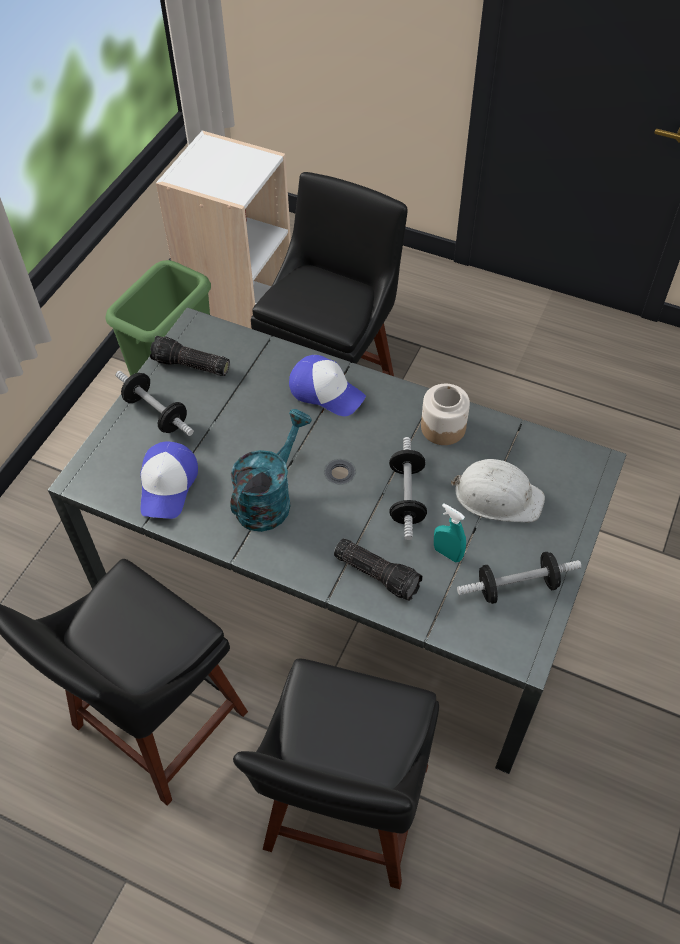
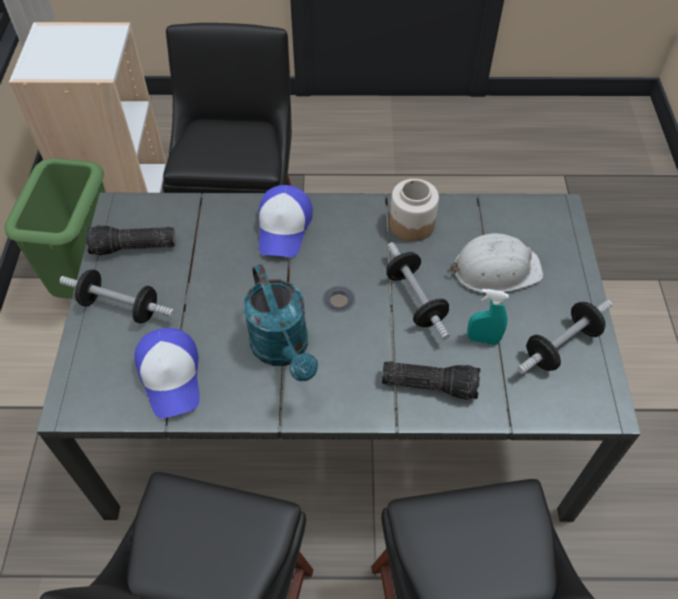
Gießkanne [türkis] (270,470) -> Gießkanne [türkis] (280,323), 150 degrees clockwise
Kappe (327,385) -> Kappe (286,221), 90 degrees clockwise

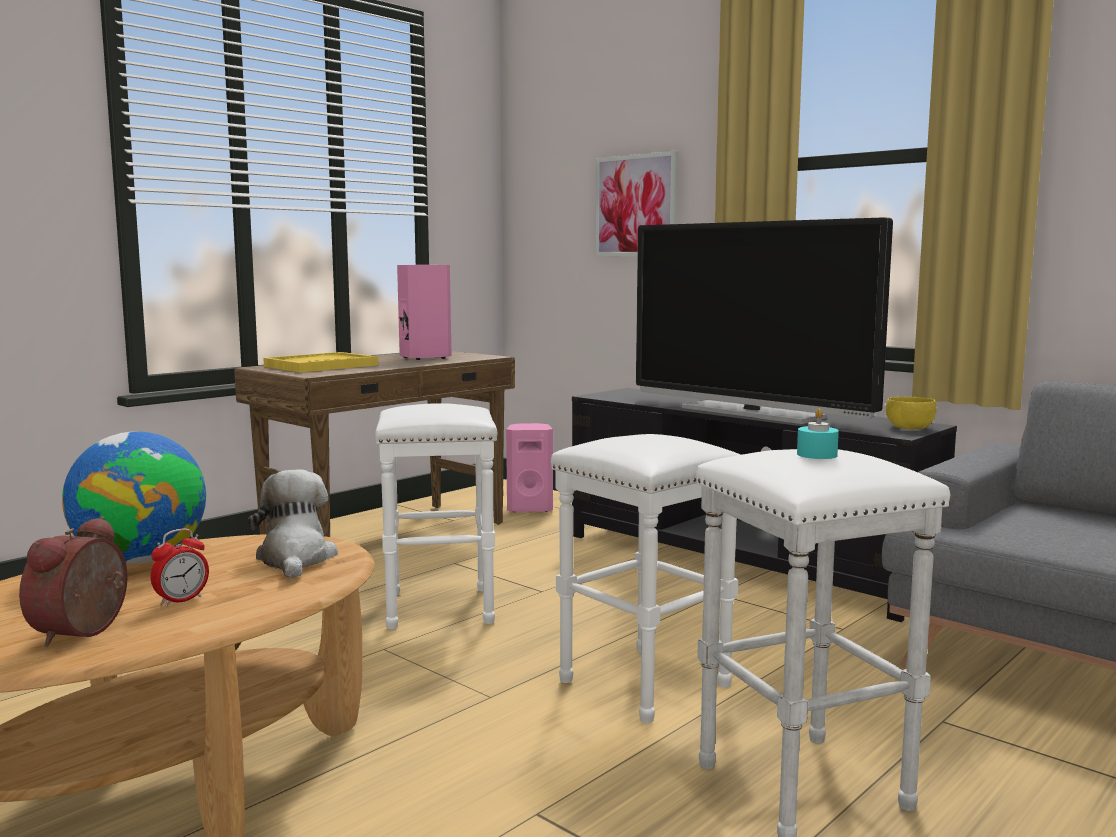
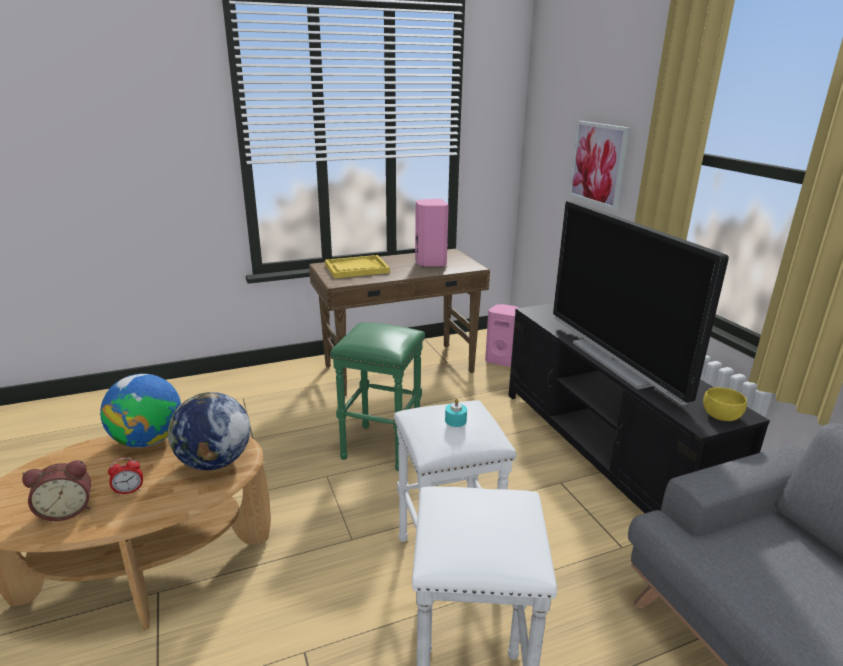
Wecker (73,582) -> Wecker (56,490), 150 degrees counterclockwise
Plüschtier (293,524) -> Globus (209,431)
Hocker [weiß] (436,516) -> Hocker [grün] (377,397)
Kerze [türkis] (818,433) -> Kerze [türkis] (456,412), shifted

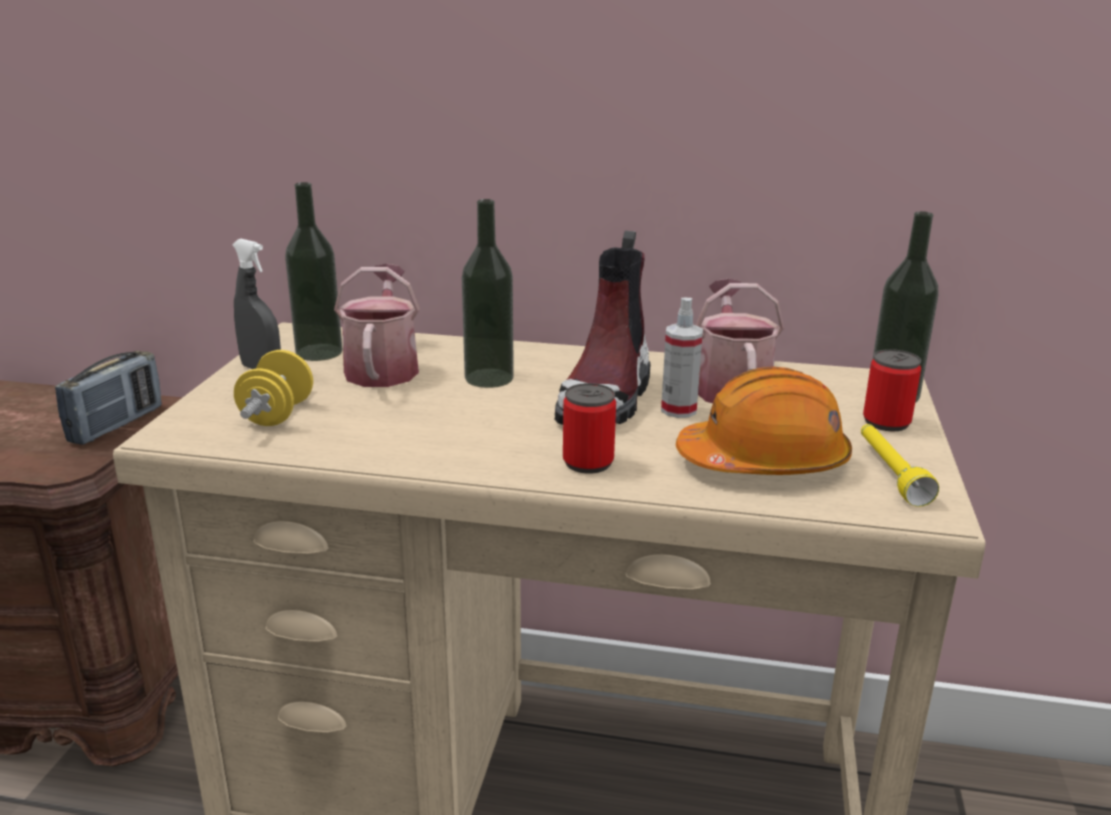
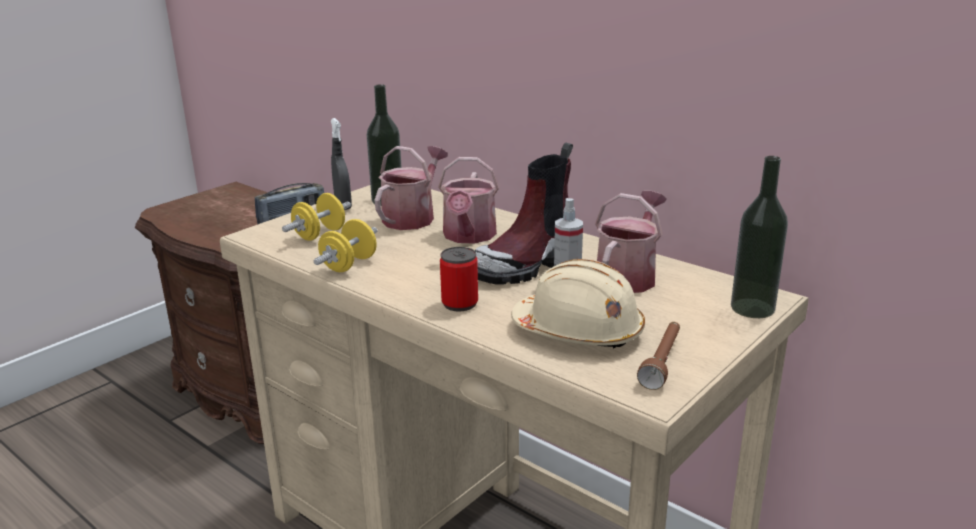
none -> Hantel [gelb] (346,245)
Flasche (488,293) -> Gießkanne (468,200)
Schutzhelm [orange] (764,421) -> Schutzhelm [beige] (578,303)
Taschenlampe [gelb] (900,465) -> Taschenlampe [braun] (658,356)
Dose (892,390) -> none

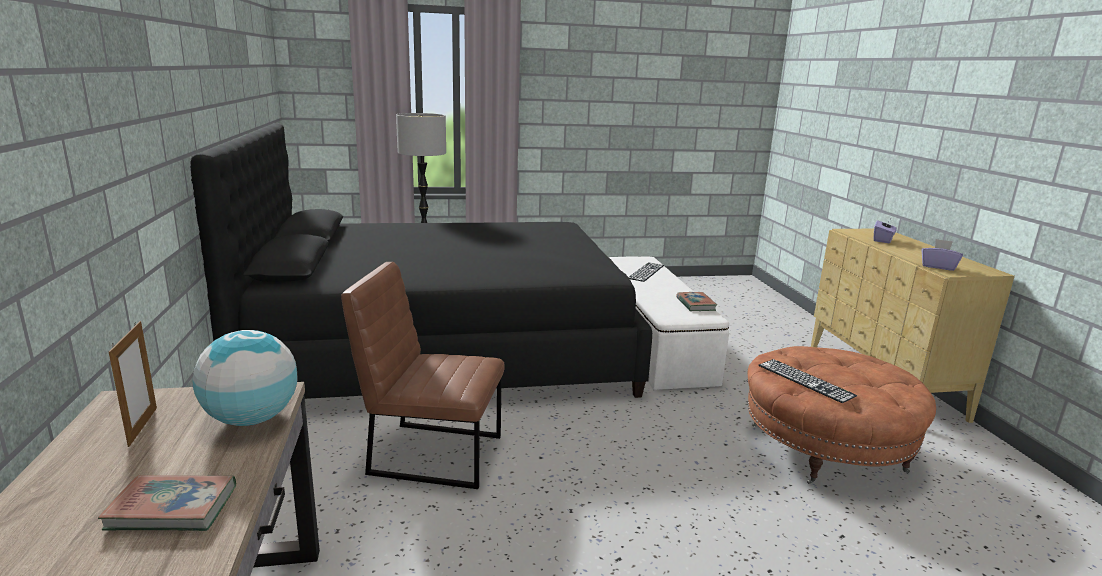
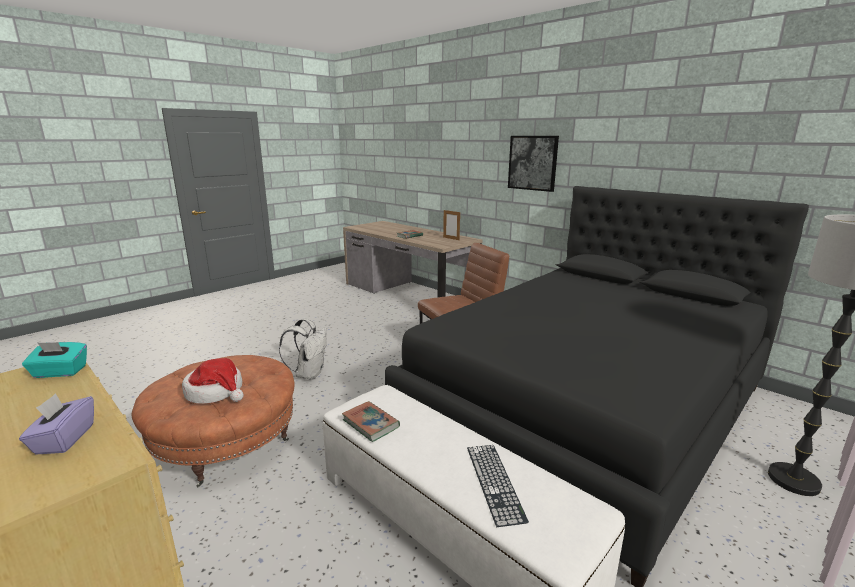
Taschentuchbox [lila] (942,255) -> Taschentuchbox [türkis] (54,360)
none -> Hut (213,381)
none -> Rucksack [weiß] (303,349)
none -> Bild (533,164)
Globus (245,378) -> none
Tastatur (807,381) -> none

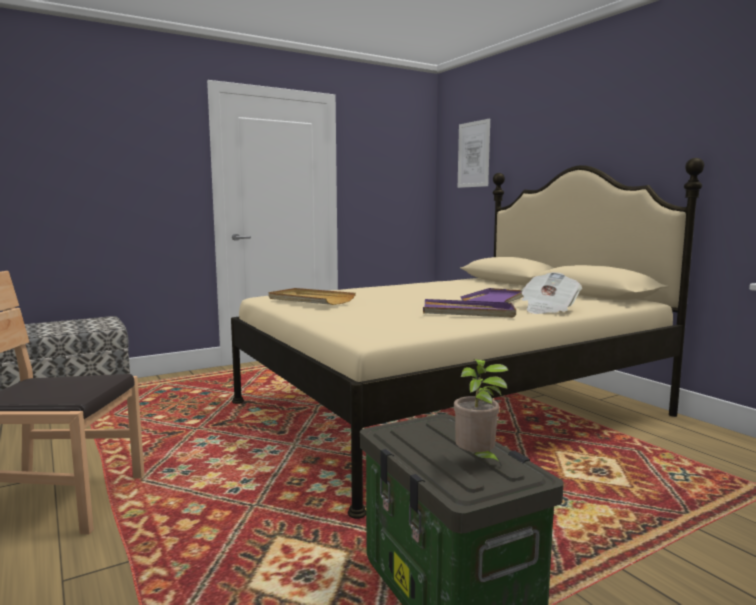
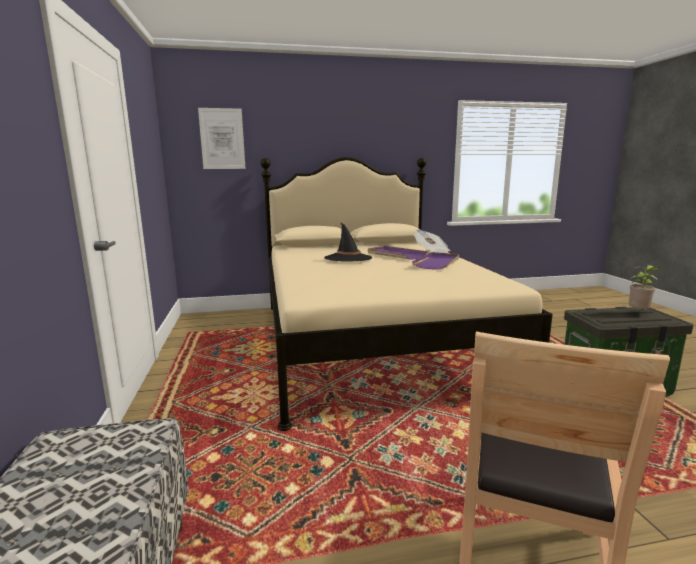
none -> Hut [schwarz] (348,242)
Tablett [beige] (312,296) -> none

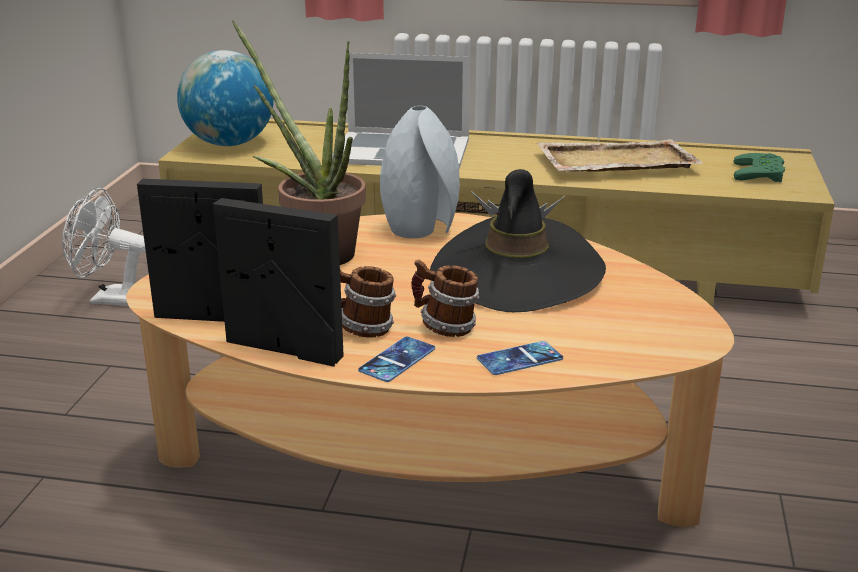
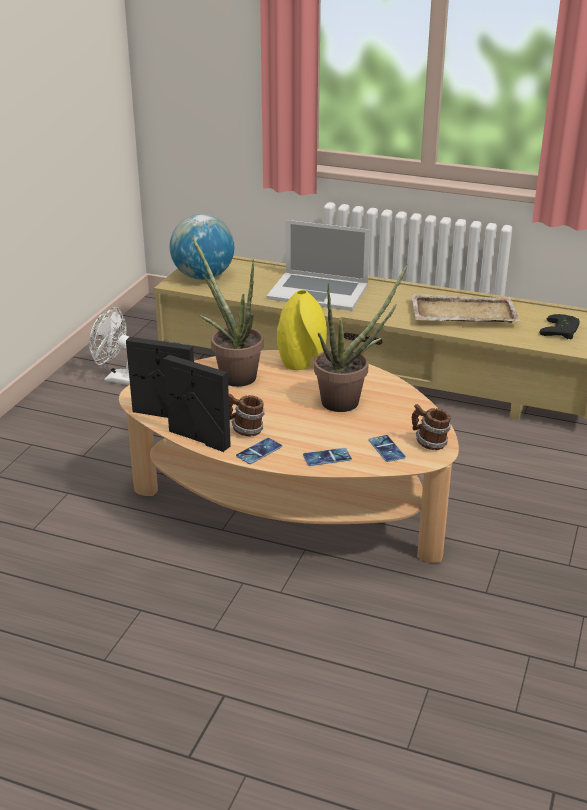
Vase [grau] (420,172) -> Vase [gelb] (302,330)
Hut [schwarz] (518,240) -> Topfpflanze (361,338)
none -> Handy (387,448)
Henkelbecher (445,298) -> Henkelbecher (431,427), shifted
Gamepad [grün] (759,167) -> Gamepad [schwarz] (559,327)

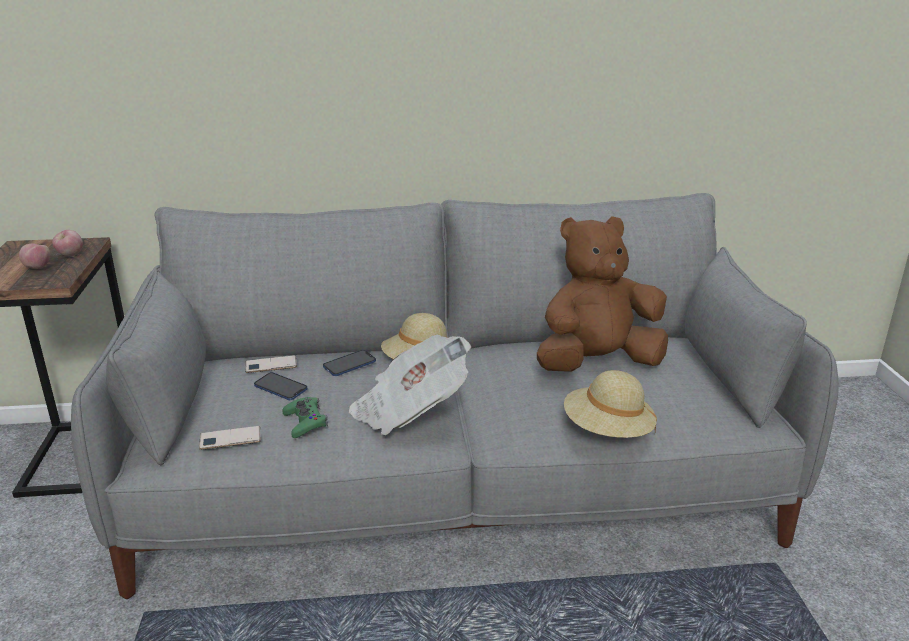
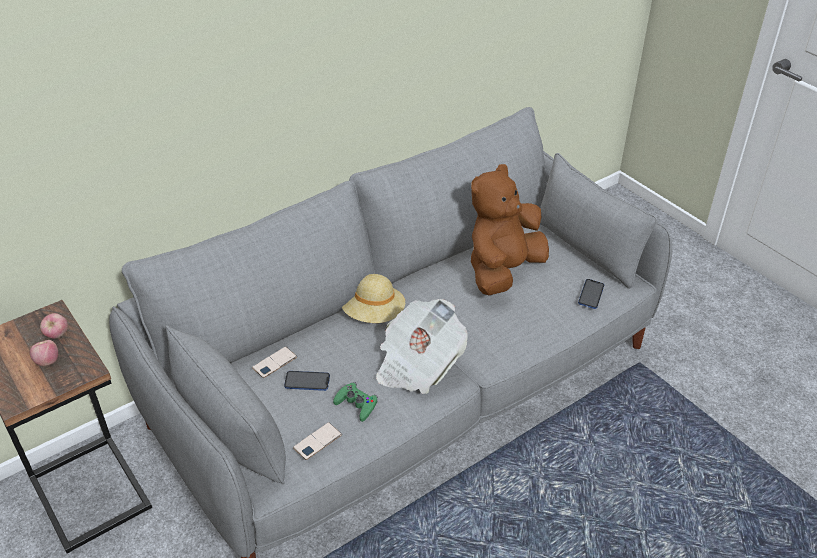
Handy (349,363) -> Handy (591,294), shifted
Hut [beige] (610,404) -> none

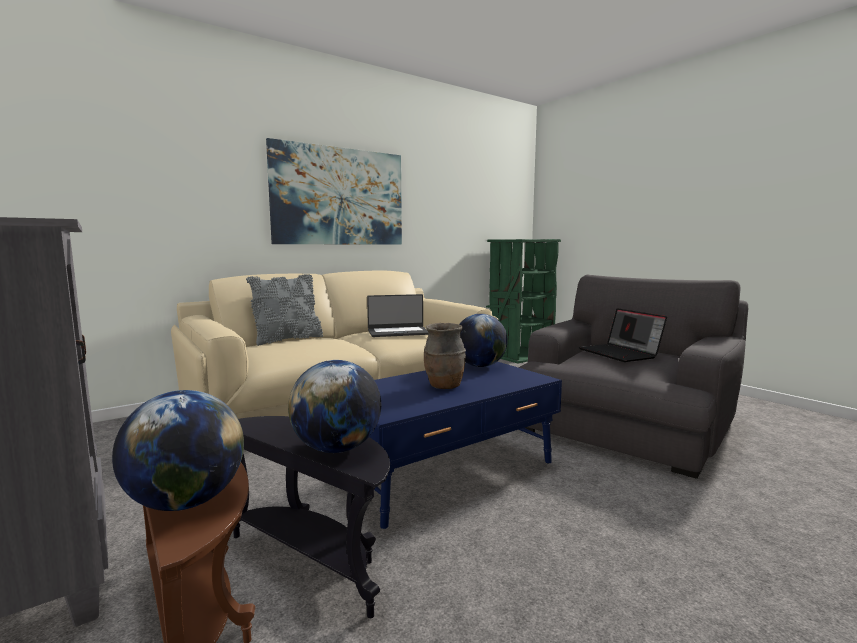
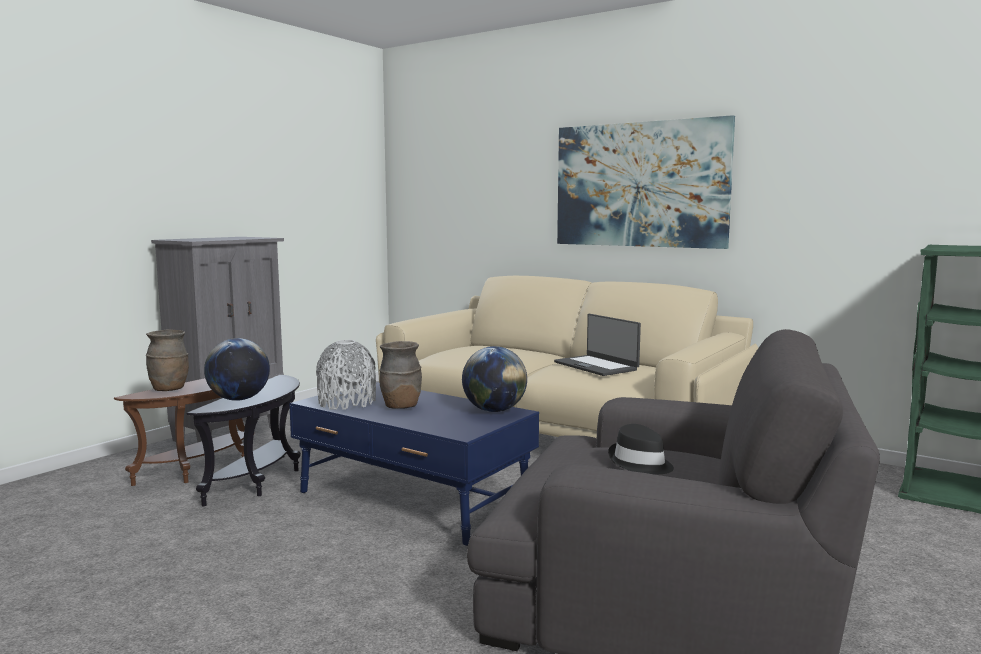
Globus (178,450) -> Vase [braun] (167,360)
none -> Vase [grau] (346,375)
Laptop (623,335) -> Hut [schwarz] (641,449)
Kissen [grau] (284,310) -> none

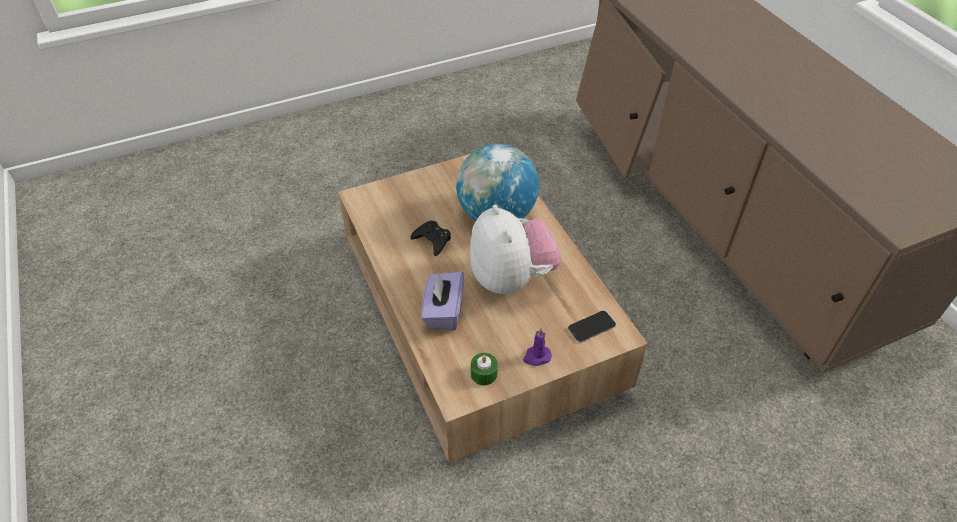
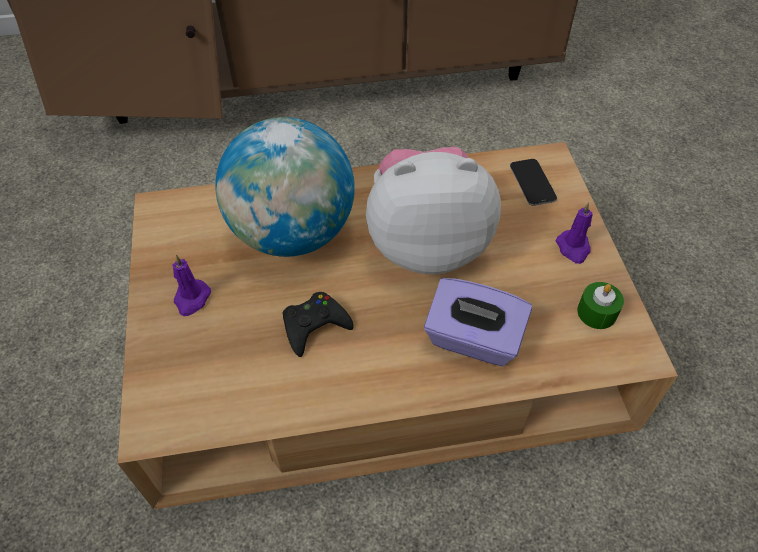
none -> Kerze [lila] (191,285)

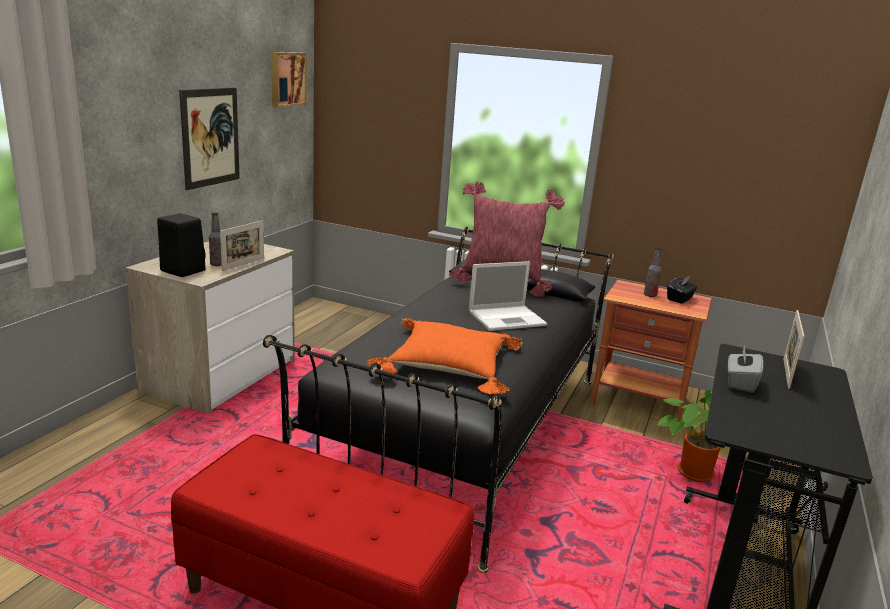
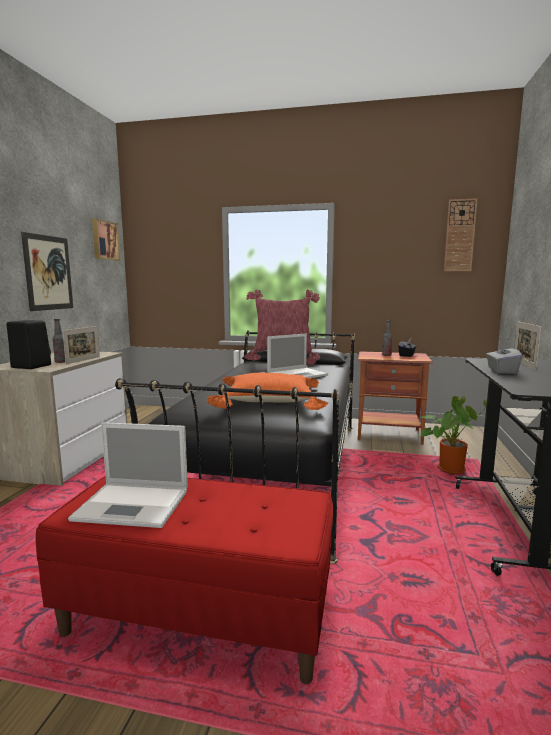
none -> Laptop (128,475)
none -> Wanduhr (460,234)

